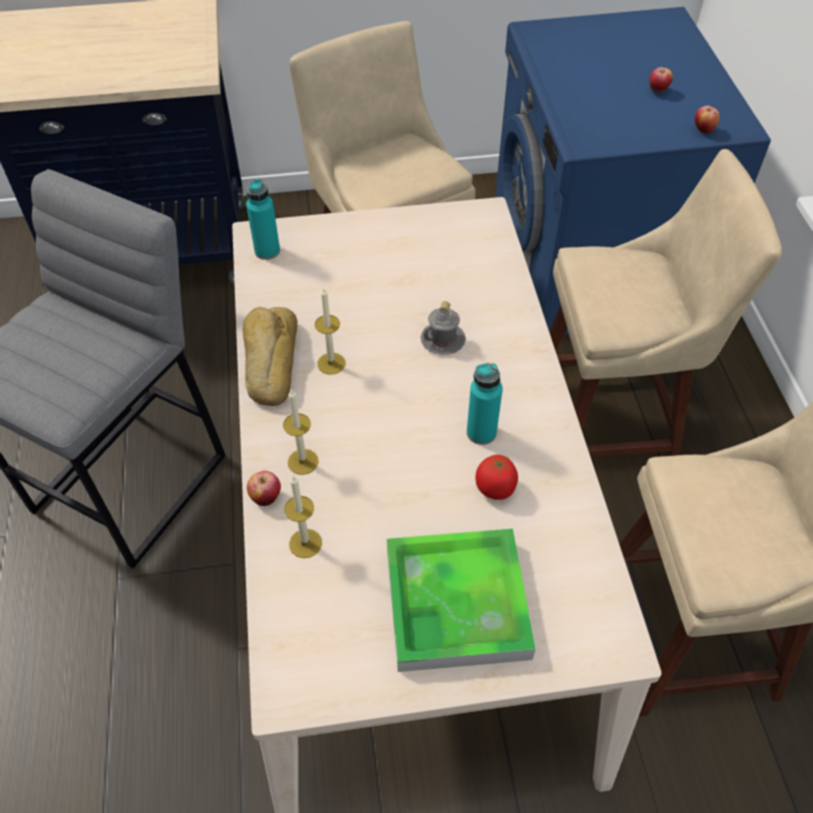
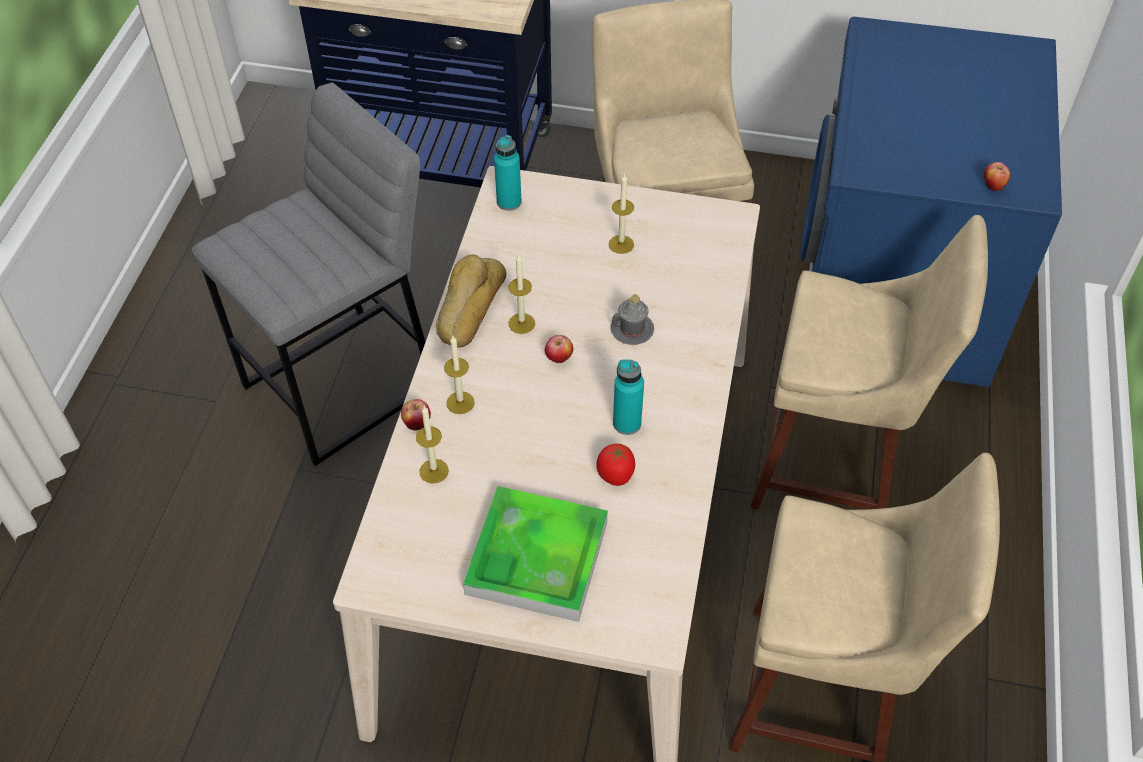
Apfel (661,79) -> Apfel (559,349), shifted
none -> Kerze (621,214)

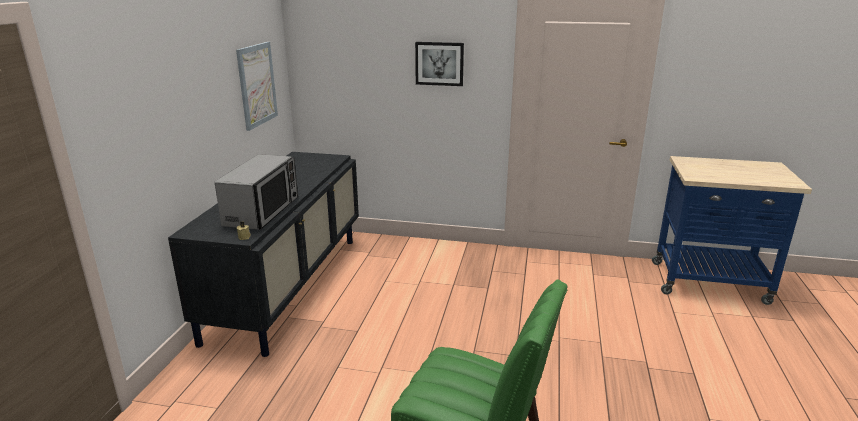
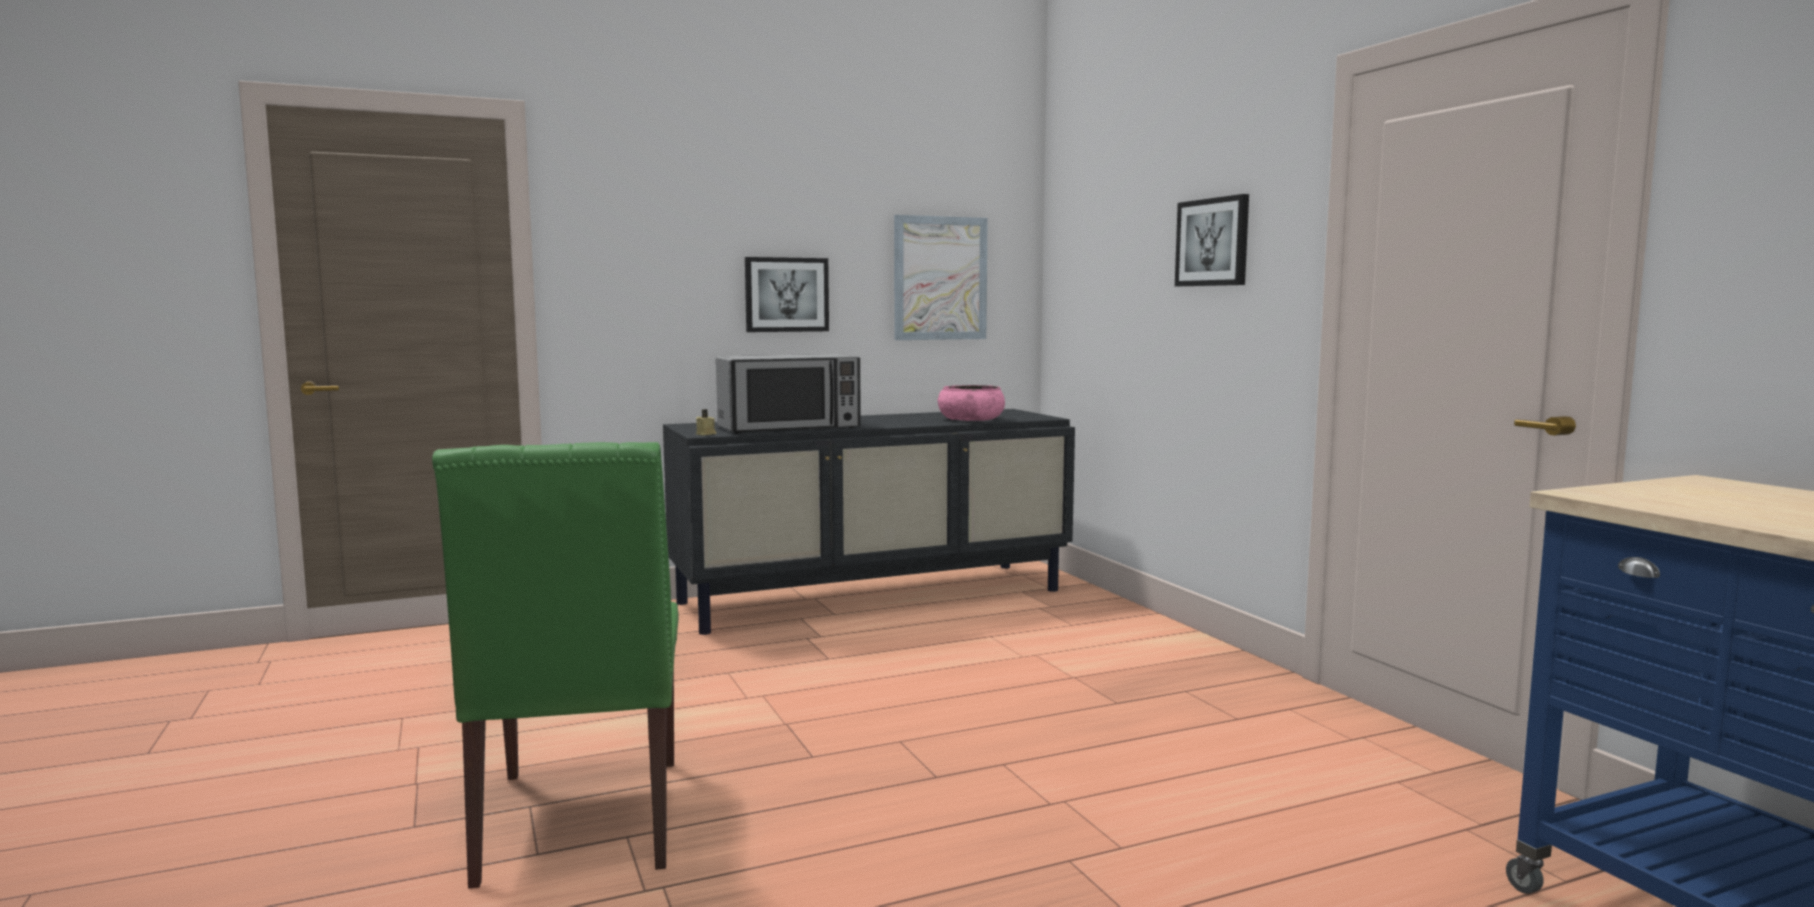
none -> Bild (787,294)
none -> Schüssel [rosa] (971,403)

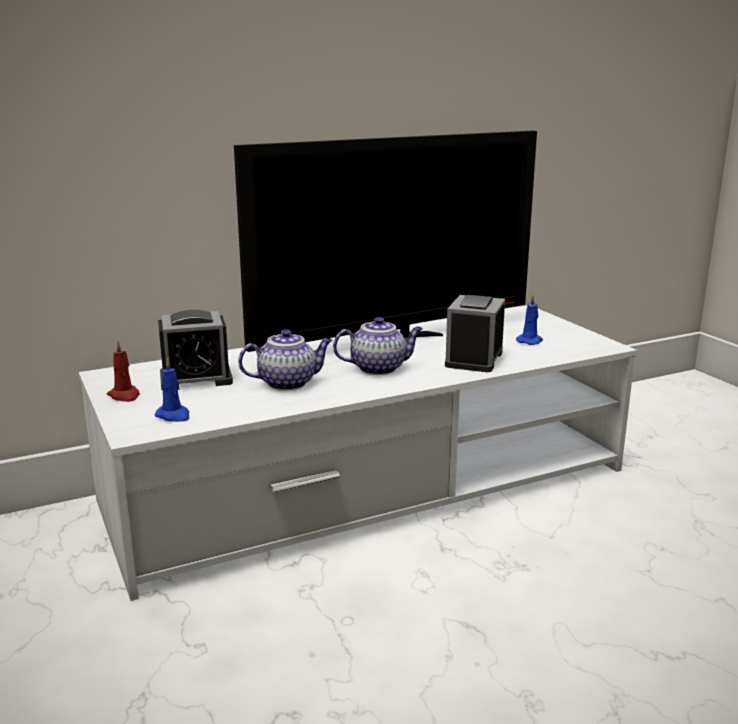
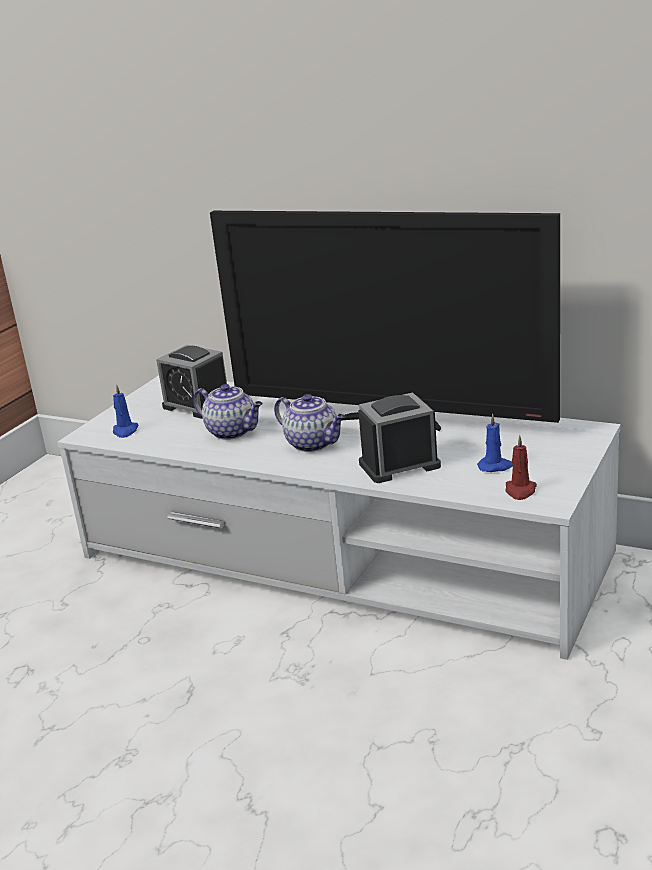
Kerze [rot] (123,371) -> Kerze [rot] (521,467), shifted

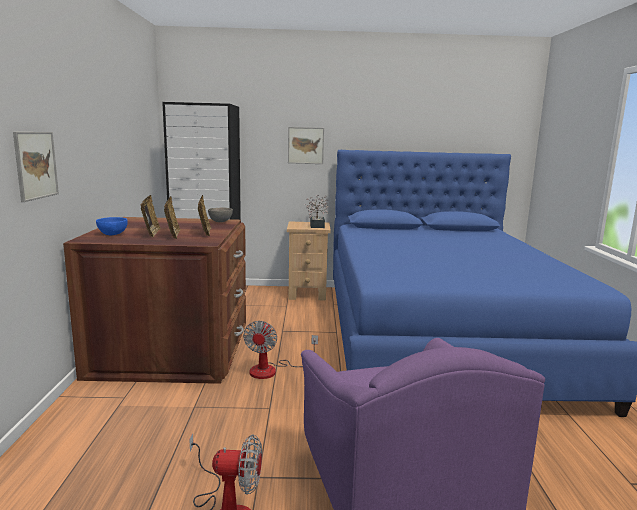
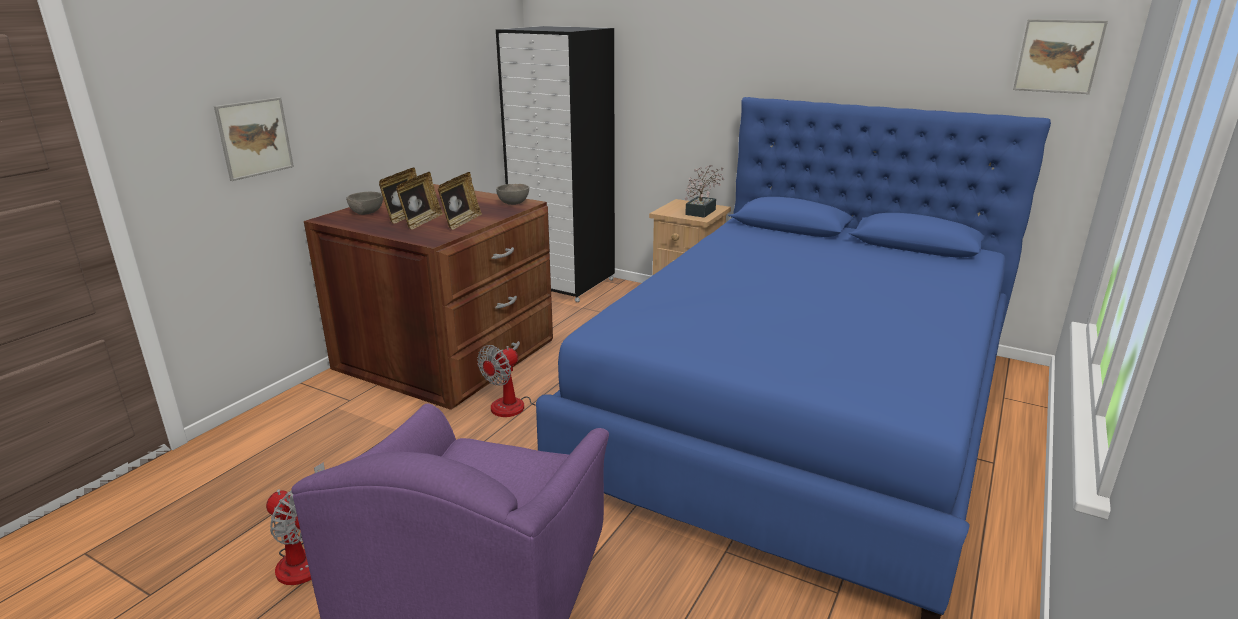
Schüssel [blau] (112,226) -> Schüssel [grau] (364,203)
Bild (306,145) -> Bild (1060,56), shifted

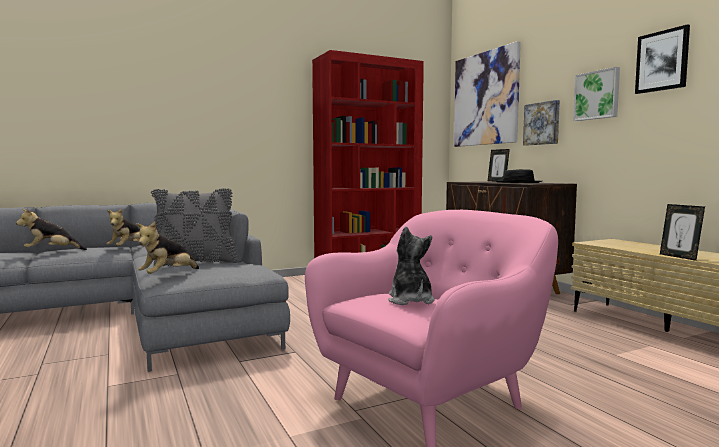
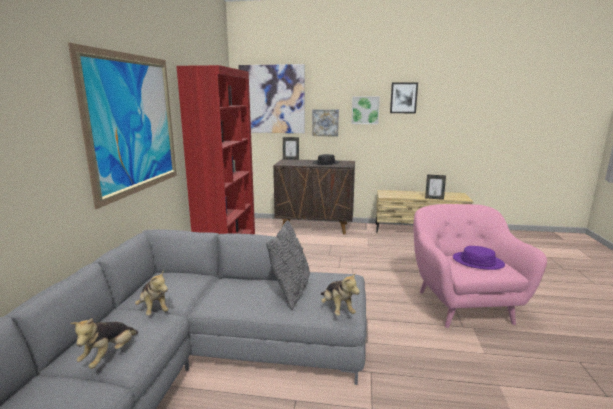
none -> Bild (122,126)
Plüschtier (411,265) -> Hut [lila] (479,258)

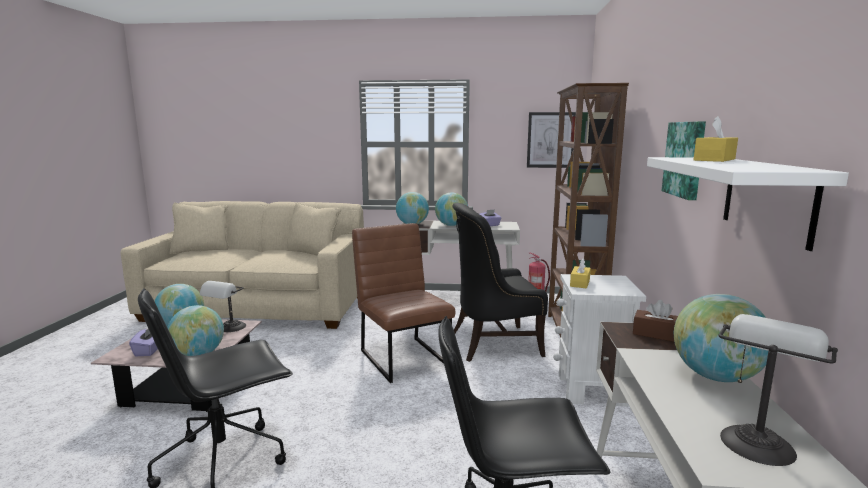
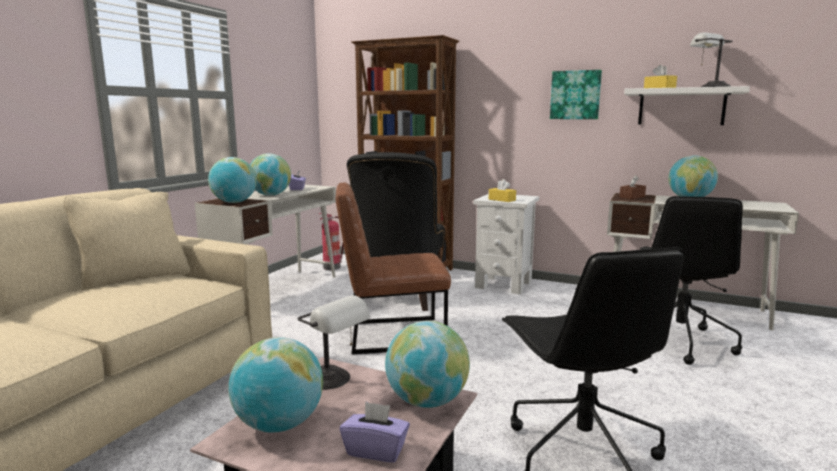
Tischlampe (778,390) -> Tischlampe (711,59), shifted
Bild (551,140) -> none

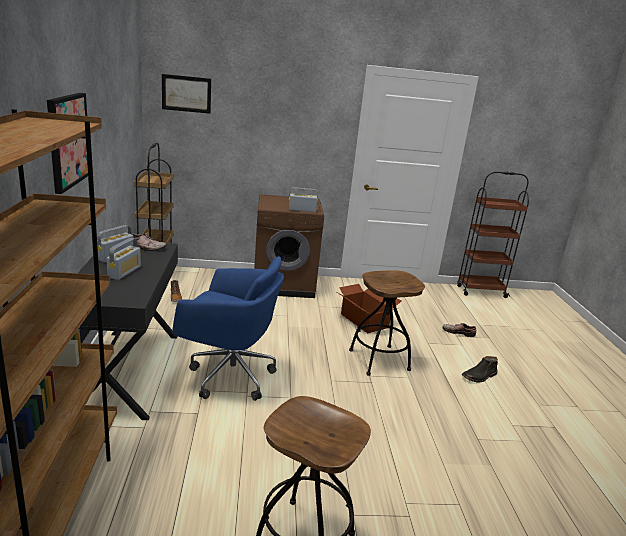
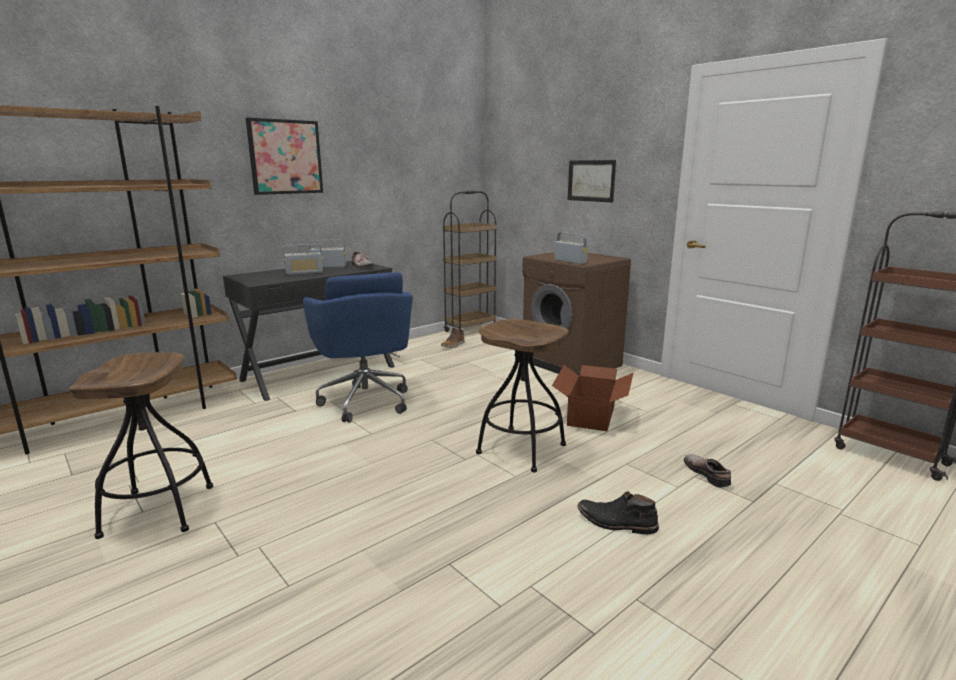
Bild (186,94) -> Bild (592,181), shifted

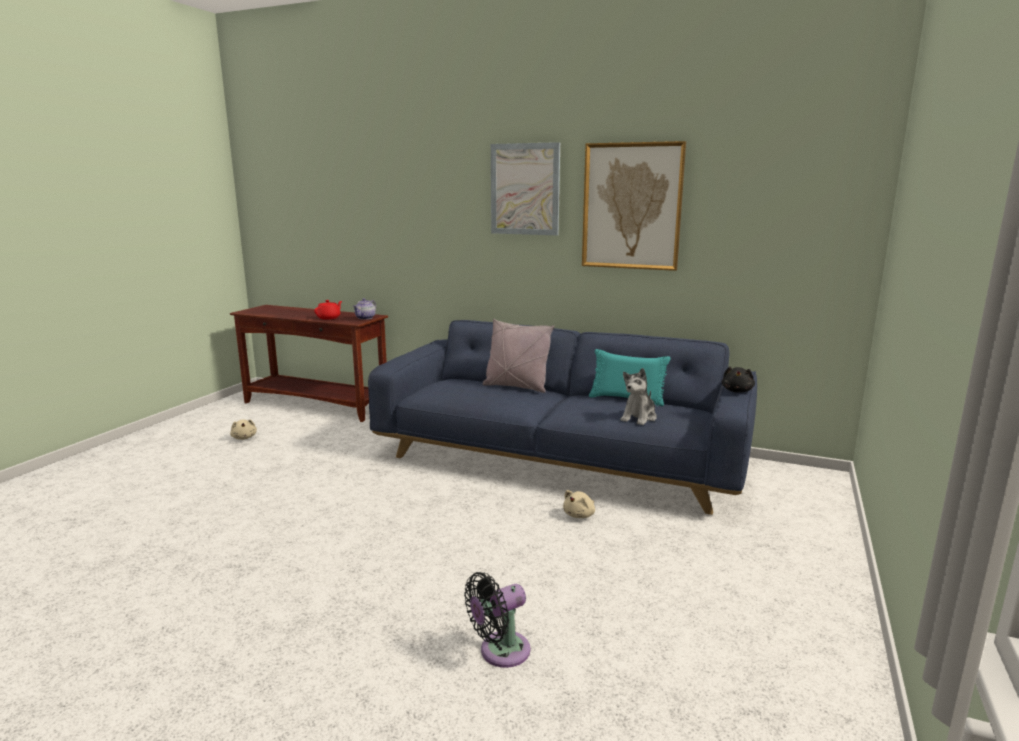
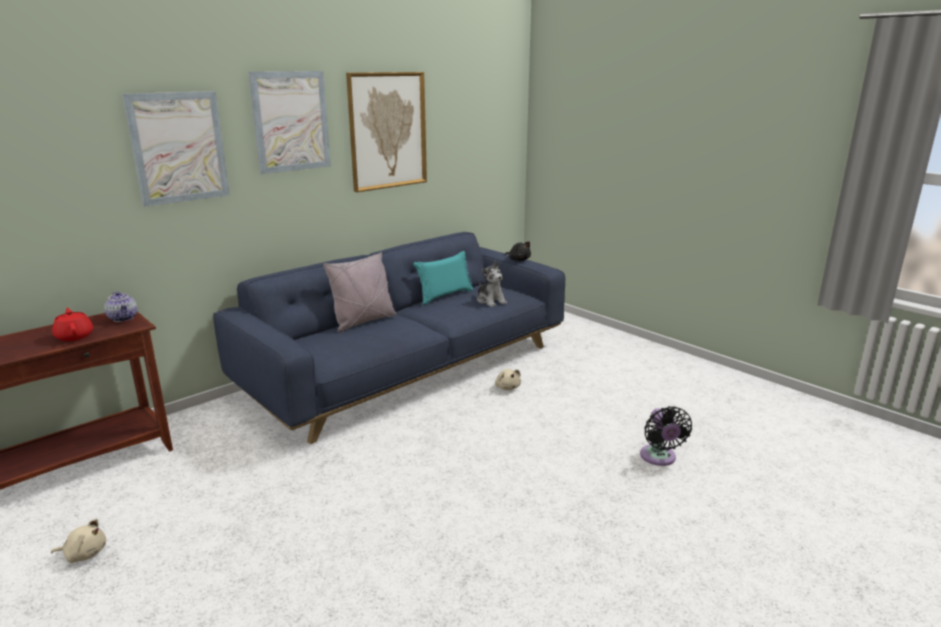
none -> Bild (176,149)

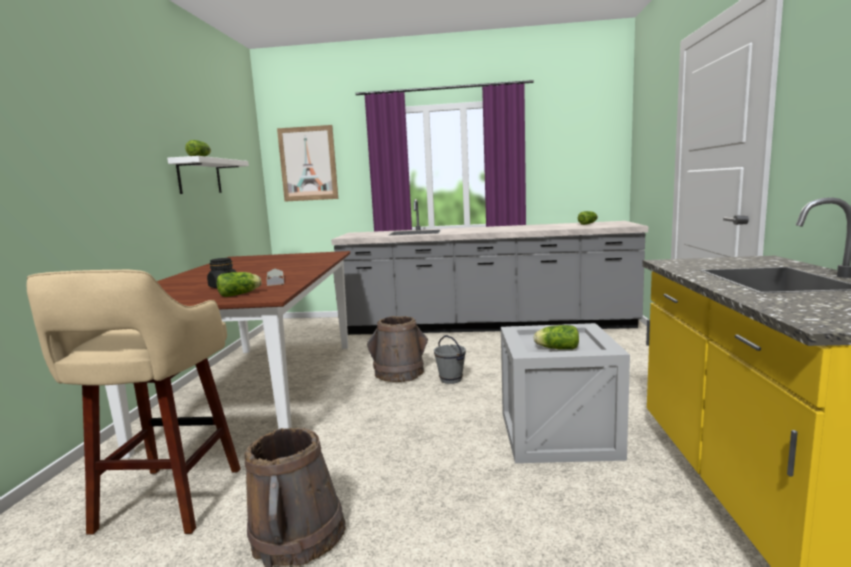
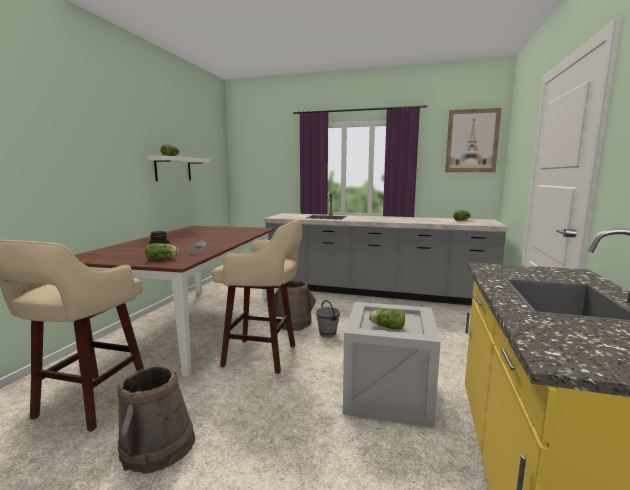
none -> Hocker [beige] (257,296)
Bild (307,163) -> Bild (473,140), shifted

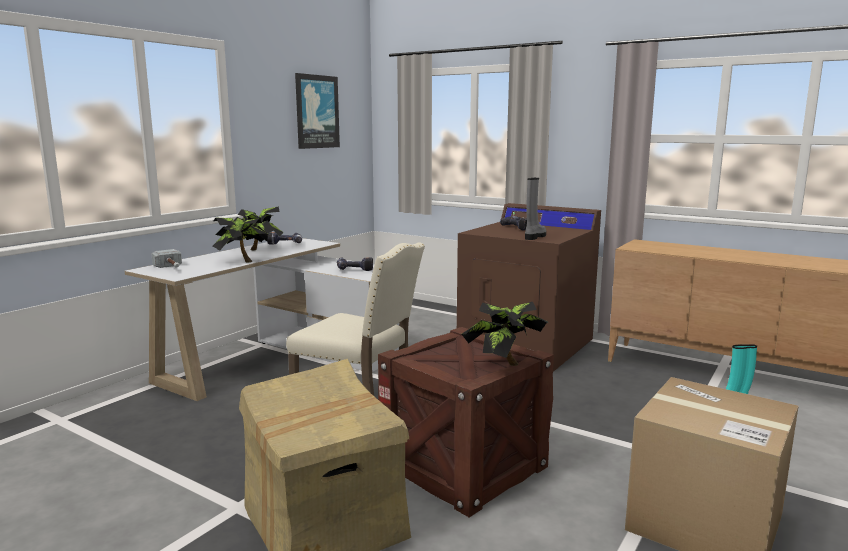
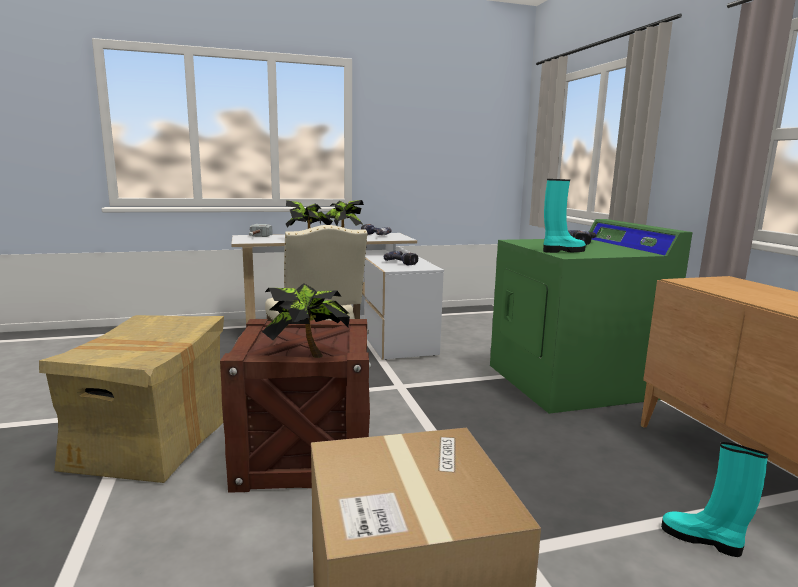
Waschmaschine [braun] (529,287) -> Waschmaschine [grün] (591,316)
Stiefel [grau] (535,209) -> Stiefel [türkis] (564,216)
Bild (317,111) -> none

